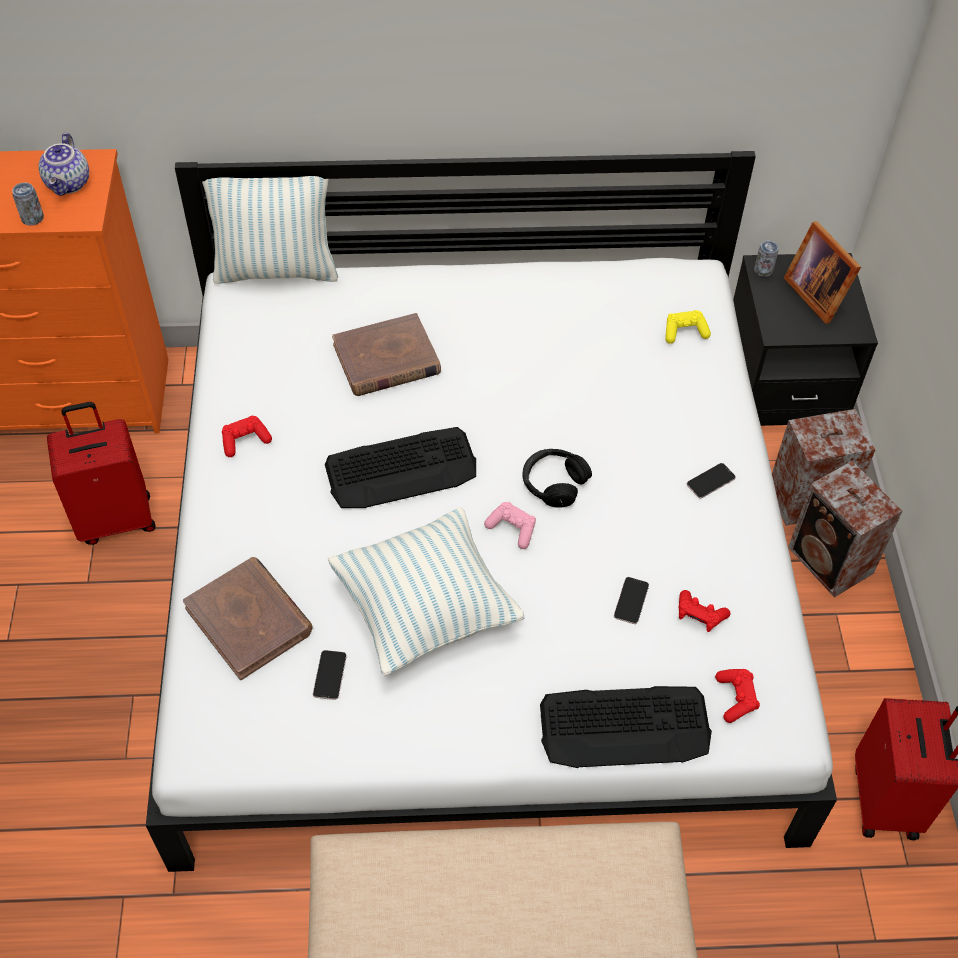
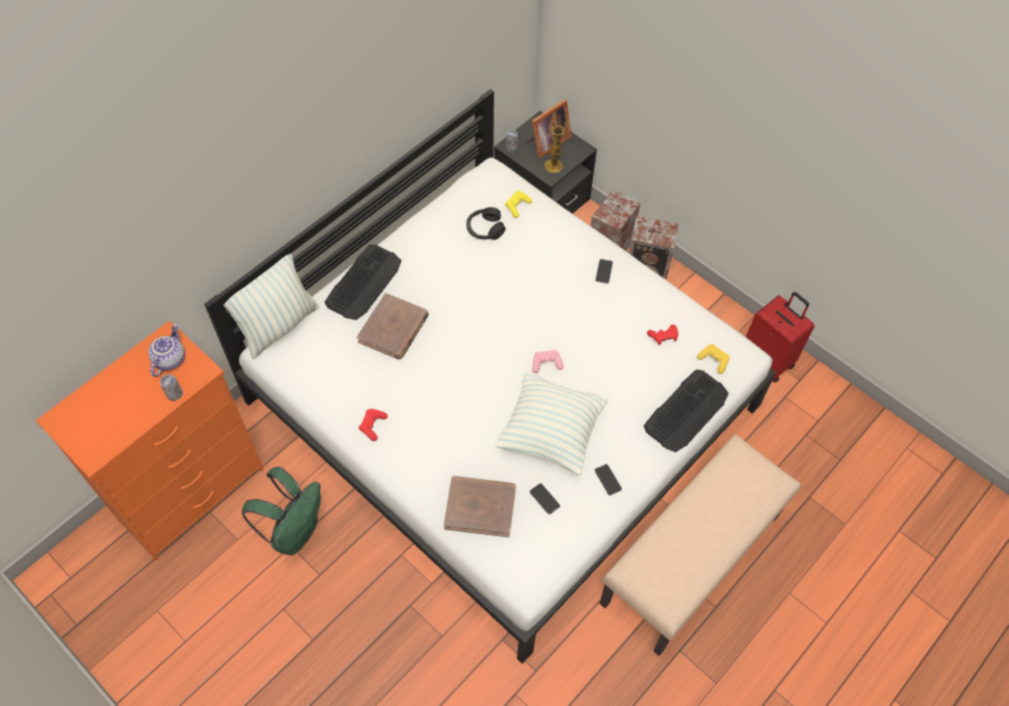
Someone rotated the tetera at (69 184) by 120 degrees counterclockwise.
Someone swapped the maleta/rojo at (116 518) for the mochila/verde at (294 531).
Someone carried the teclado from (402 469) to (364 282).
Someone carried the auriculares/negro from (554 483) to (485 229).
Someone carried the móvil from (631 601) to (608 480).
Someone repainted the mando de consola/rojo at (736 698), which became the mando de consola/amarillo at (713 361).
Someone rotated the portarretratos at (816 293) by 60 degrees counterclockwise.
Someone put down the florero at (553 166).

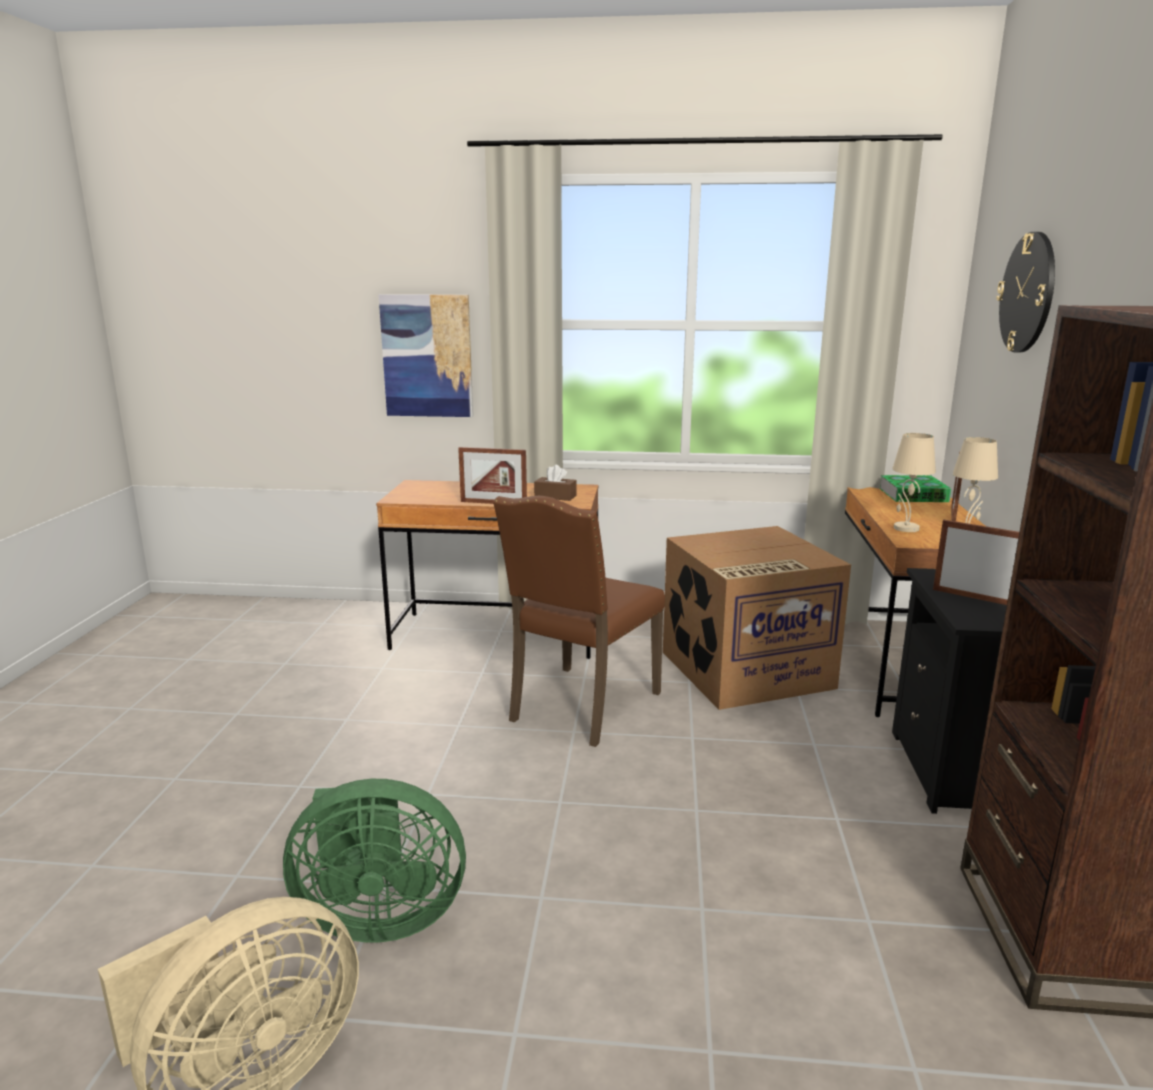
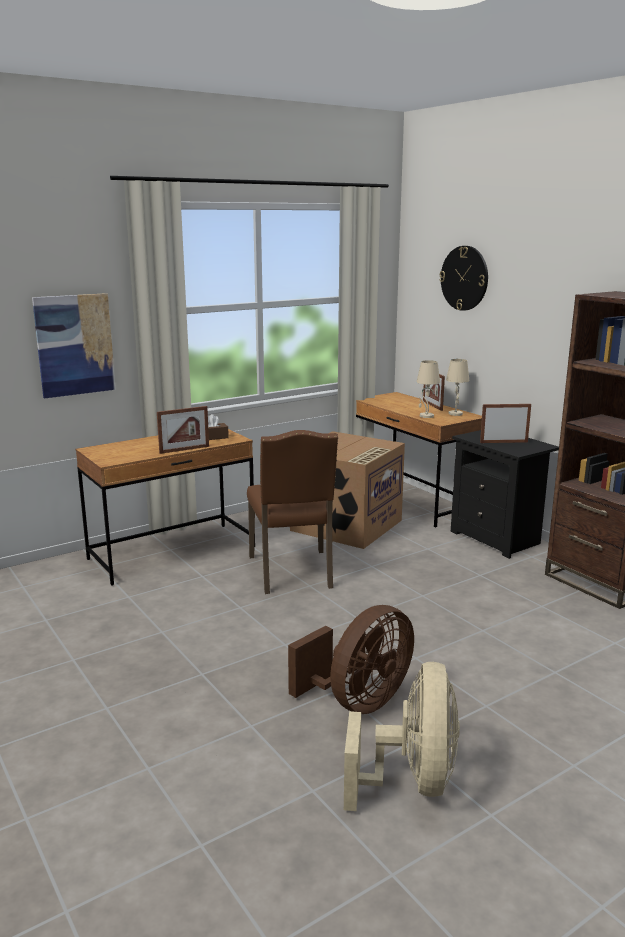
Someone repainted the ventilador/verde at (378 917), which became the ventilador/marrón at (358 701).
Someone took away the libro at (913 495).

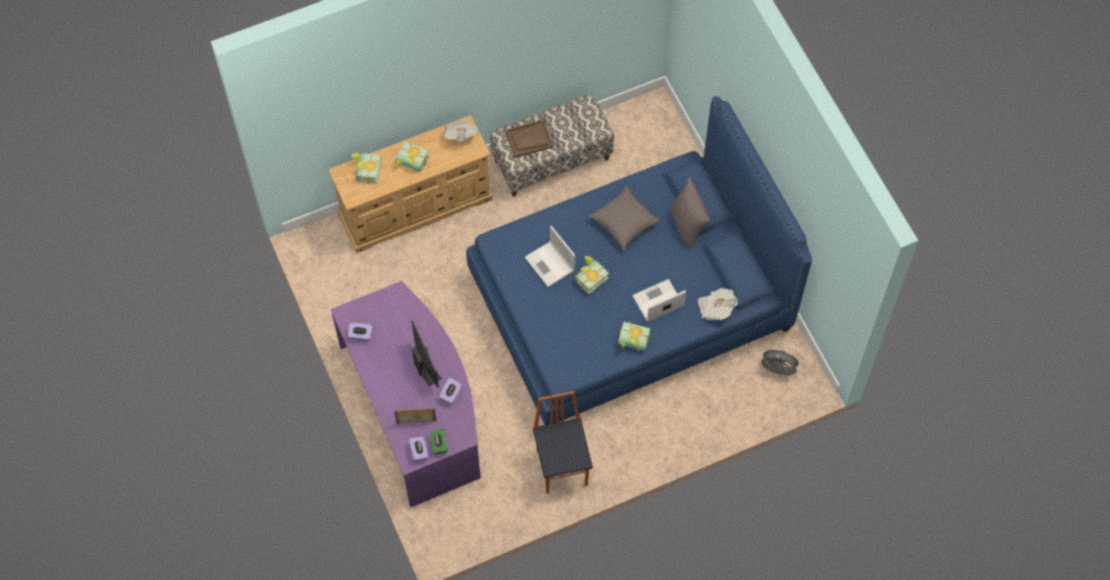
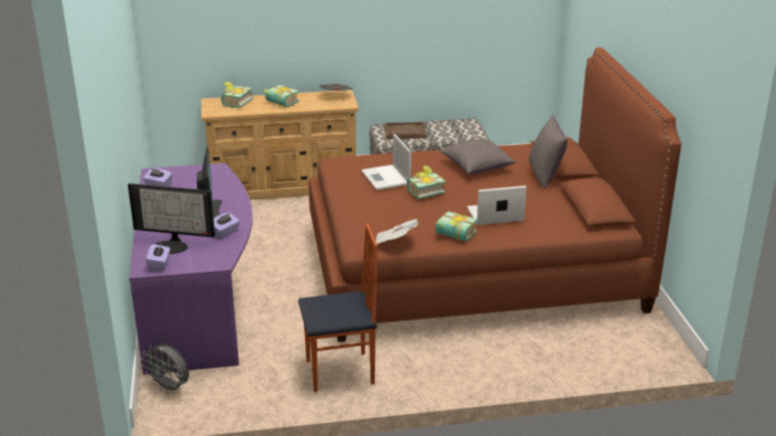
Someone swapped the portarretratos at (416 422) for the monitor at (172 245).
Someone took away the caja de pañuelos/verde at (439 445).
Someone repainted the cama/azul at (630 300), which became the cama/marrón at (472 267).
Someone rotated the silla at (563 467) by 75 degrees clockwise.
Someone carried the periódico from (715 308) to (395 242).
Someone carried the ventilador/gris from (777 370) to (170 388).

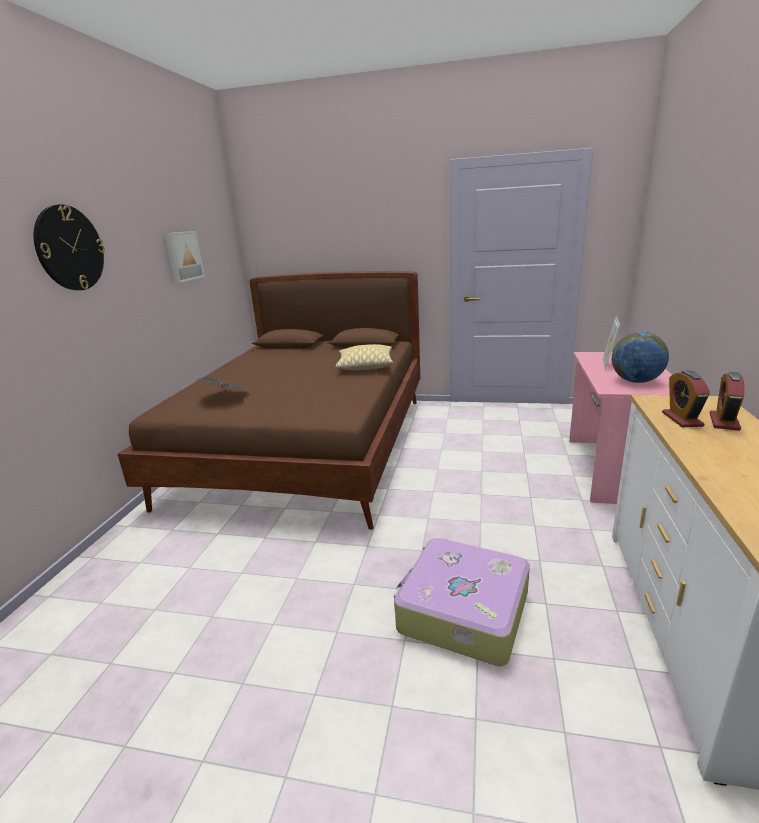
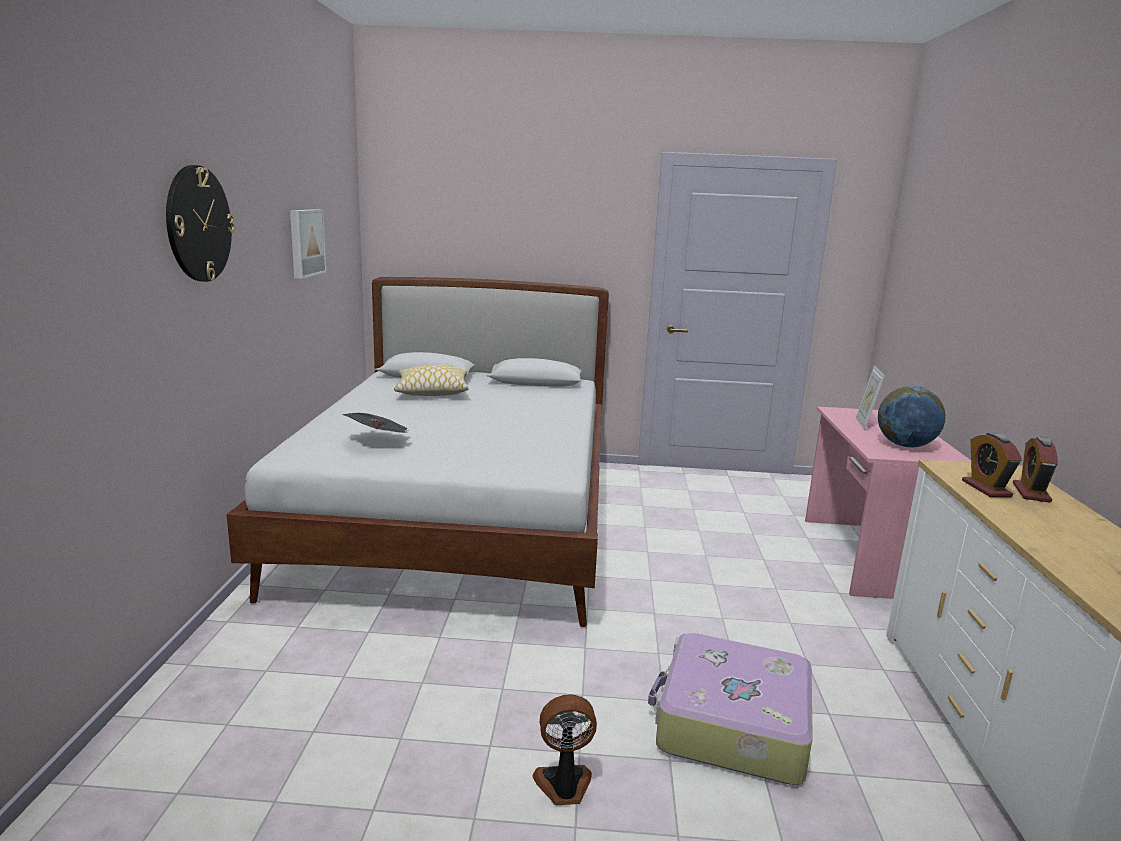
Someone repainted the cama/marrón at (309 448), which became the cama/blanco at (461 520).
Someone carried the cojín from (365 366) to (432 391).
Someone put down the ventilador at (564 786).

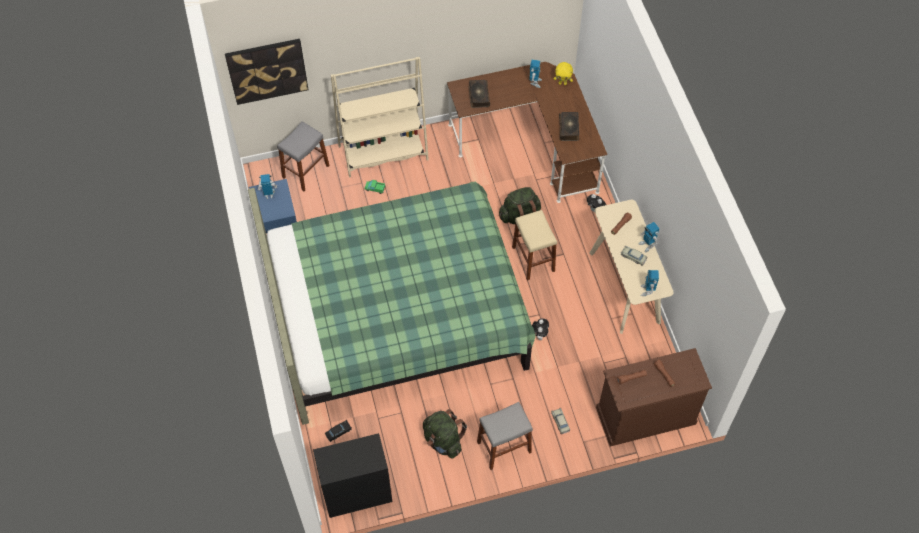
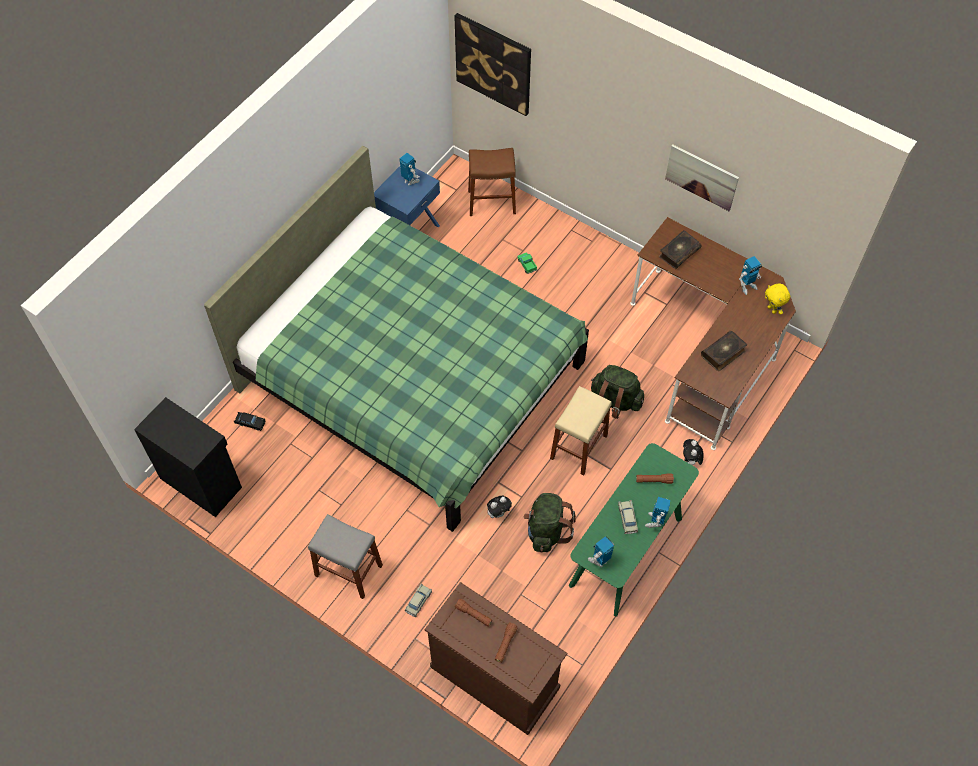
Someone repainted the taburete/gris at (305 171), which became the taburete/marrón at (491 202).
Someone took away the estantería/beis at (383 153).
Someone carried the mochila/verde from (443 441) to (546 530).
Someone repainted the mesa consola/beis at (625 287), which became the mesa consola/verde at (626 552).
Someone put up the cuadro at (701 177).

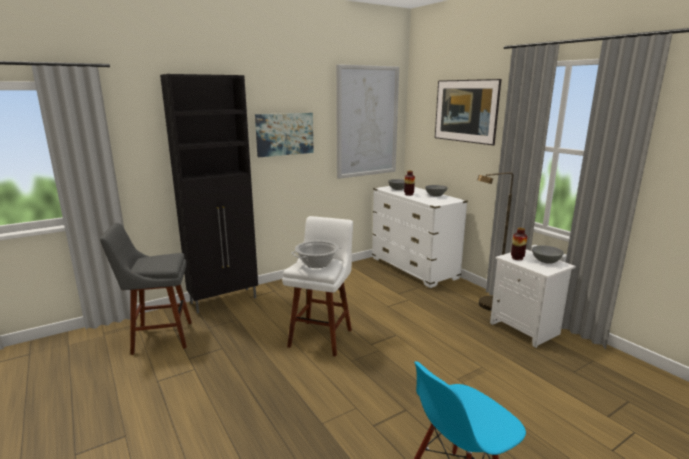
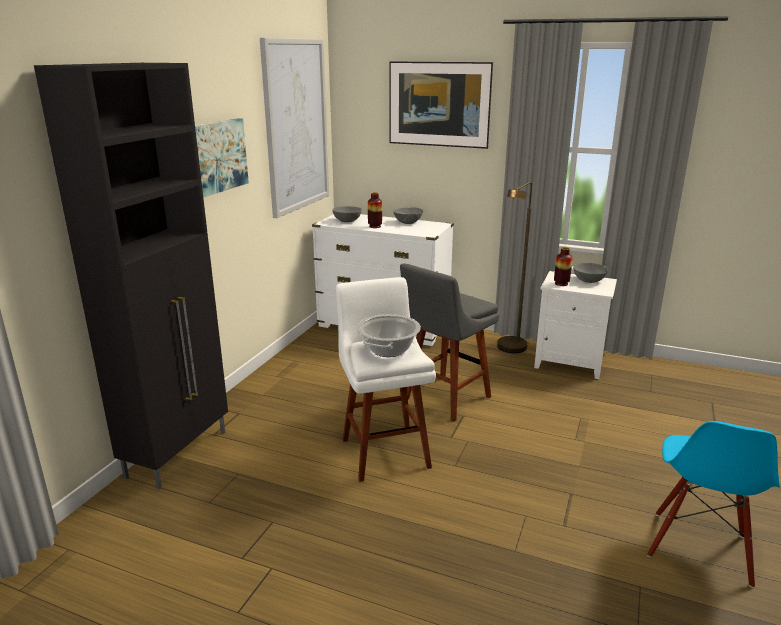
Someone carried the taburete/gris from (158 338) to (444 399).

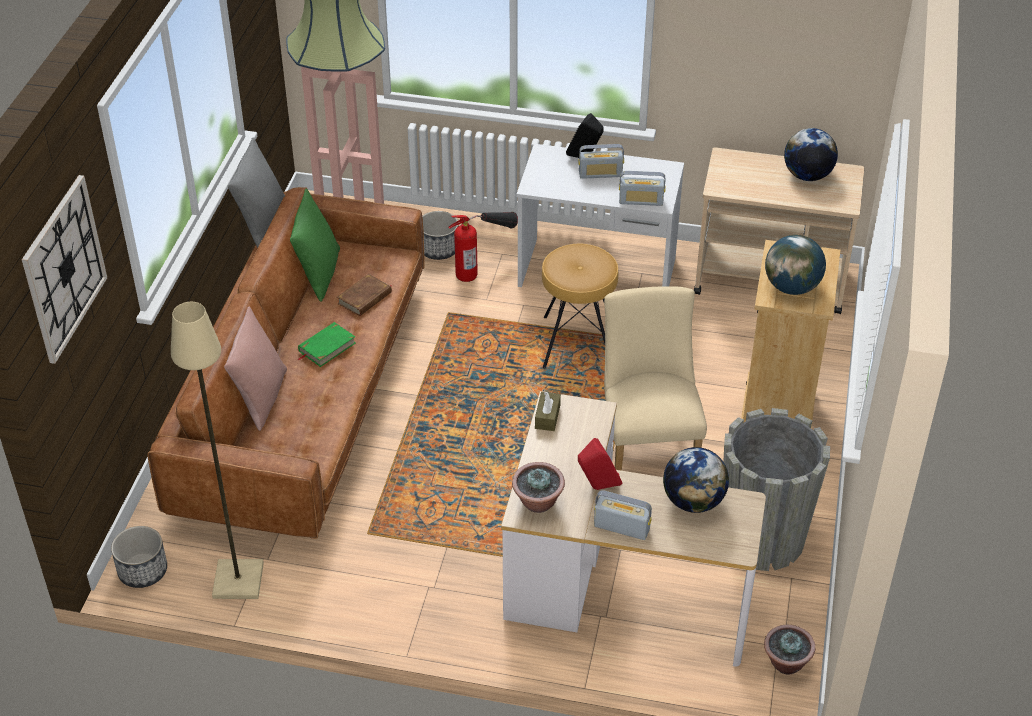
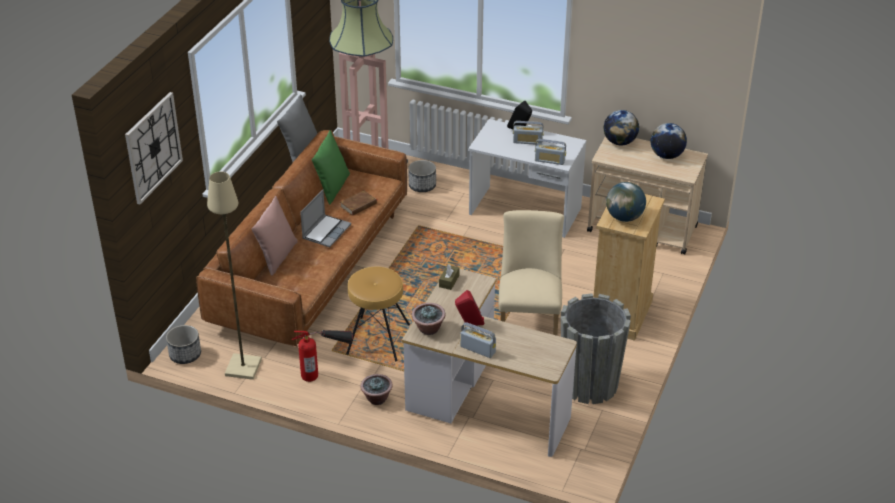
Someone swapped the libro/verde at (326 347) for the portátil at (326 231).
Someone carried the extintor from (483 267) to (324 371).
Someone carried the taburete/marrón from (577 343) to (377 339).
Someone carried the globo terráqueo from (693 501) to (620 142).
Someone carried the planta en maceta from (786 663) to (376 399).

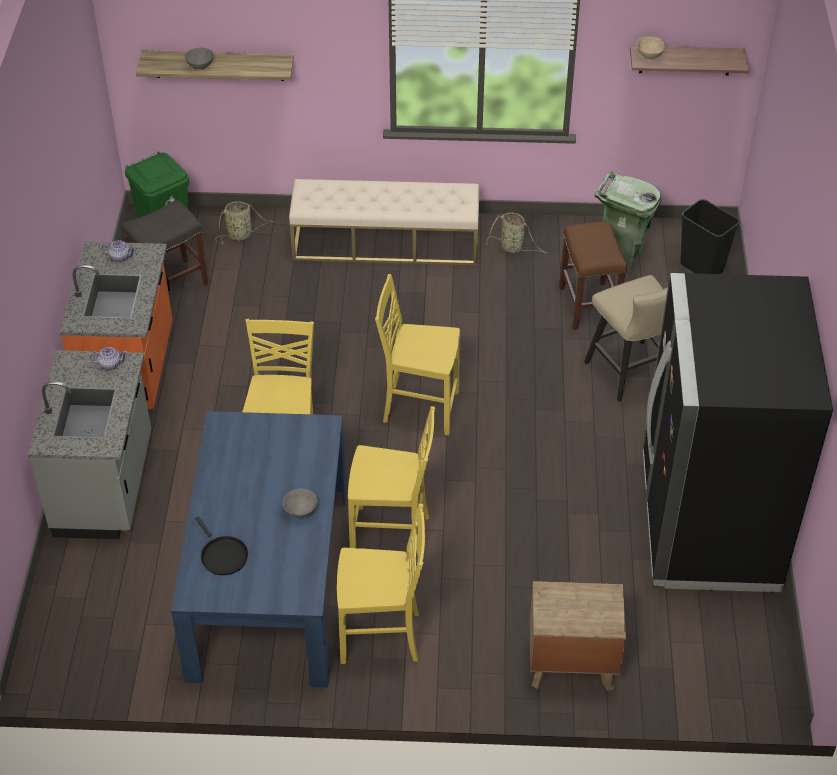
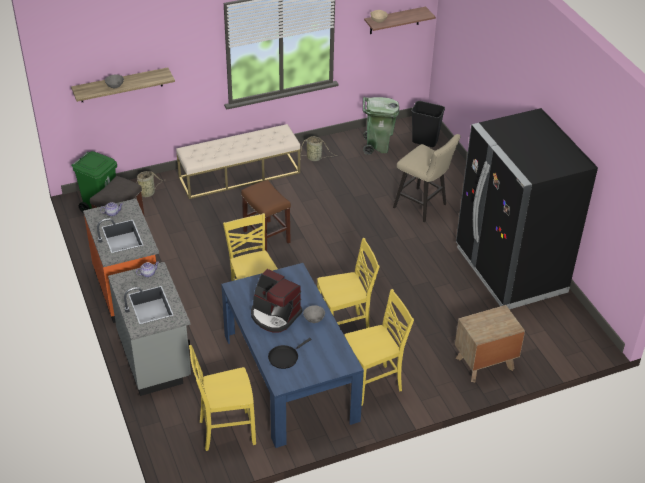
Someone rotated the sartén/negro at (222 555) by 105 degrees clockwise.
Someone carried the silla/amarillo from (419 408) to (225 431).
Someone carried the taburete/marrón from (588 305) to (266 236).
Someone put down the cafetera at (274 315).

